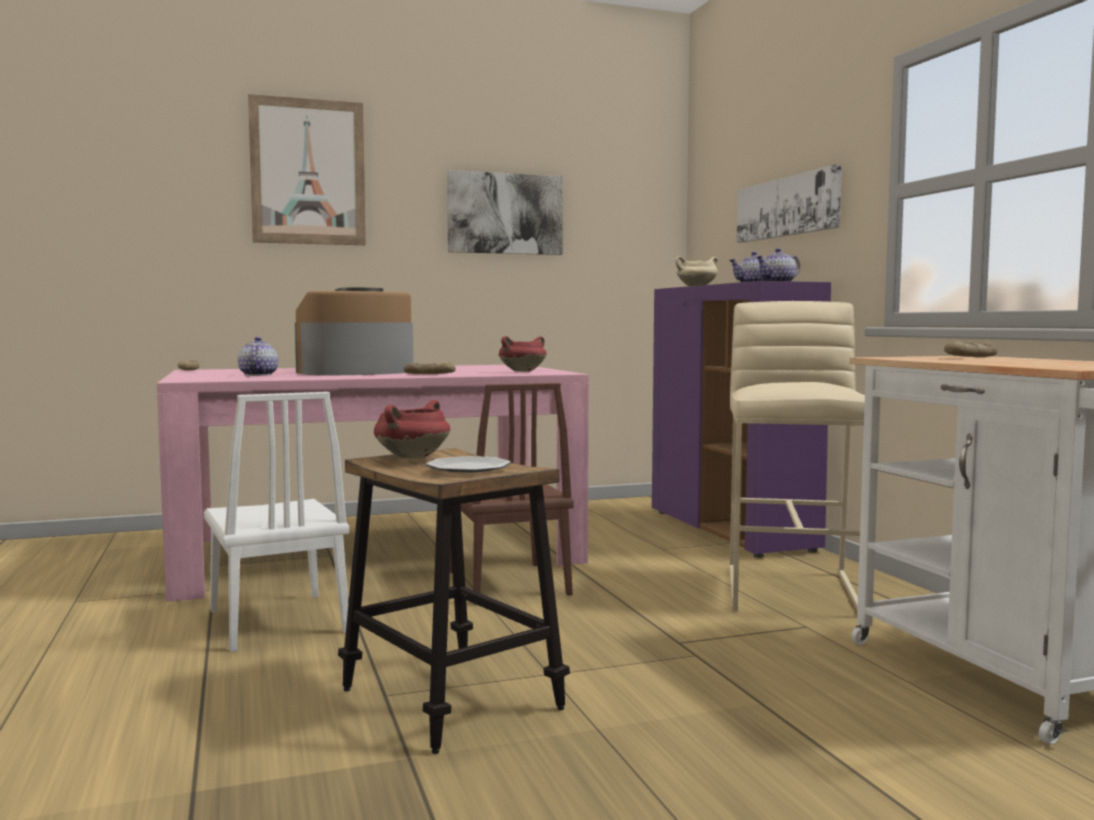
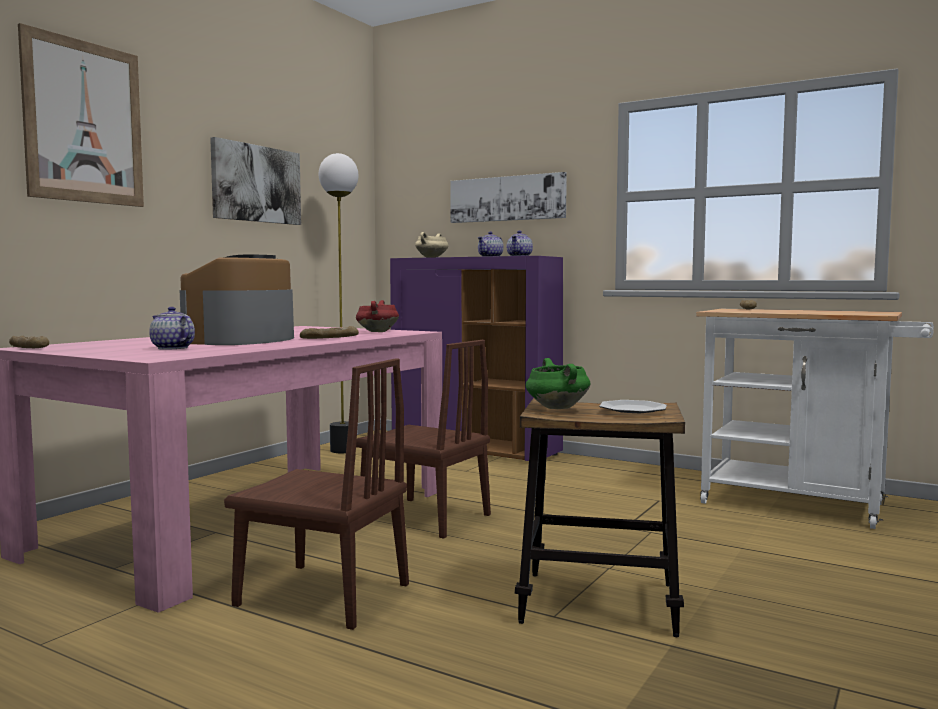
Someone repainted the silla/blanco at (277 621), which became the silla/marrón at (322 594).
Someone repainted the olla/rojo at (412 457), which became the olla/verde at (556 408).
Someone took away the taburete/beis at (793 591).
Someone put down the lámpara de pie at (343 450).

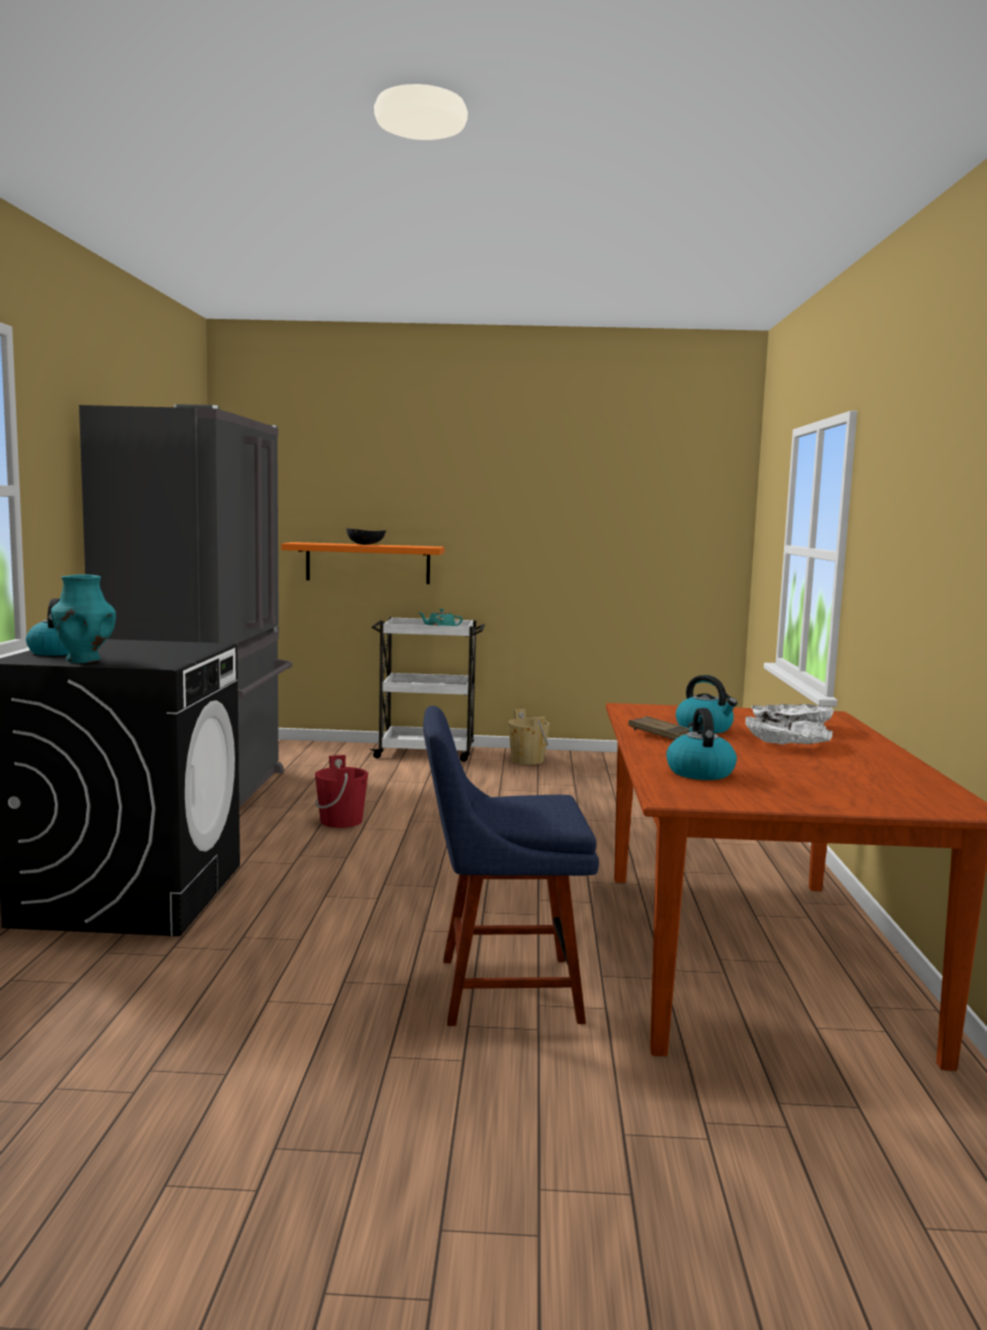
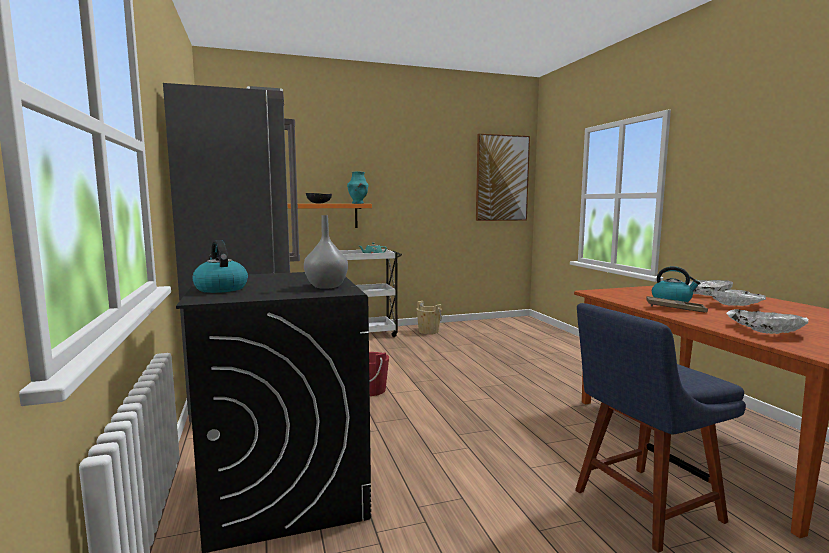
Someone carried the florero/turquesa from (83 660) to (358 203).
Someone swapped the hervidor at (699 772) for the cuenco/blanco at (765 330).
Someone put down the florero/gris at (327 286).
Someone put up the cuadro at (502 178).

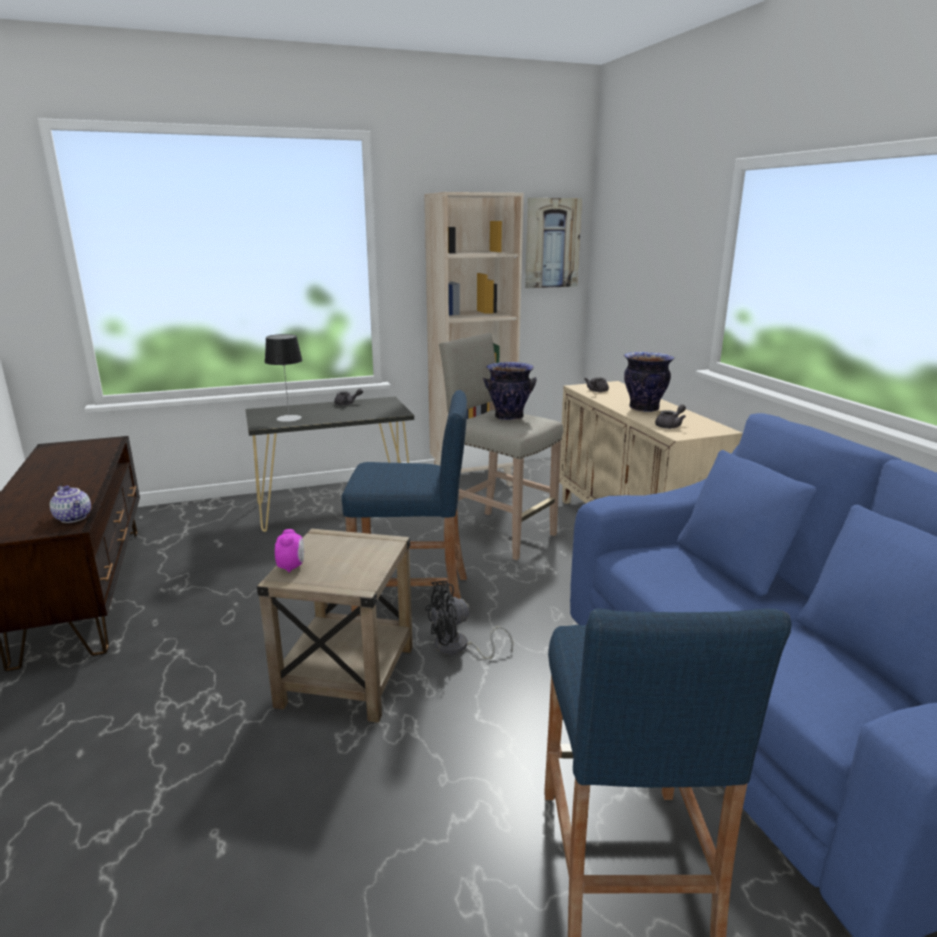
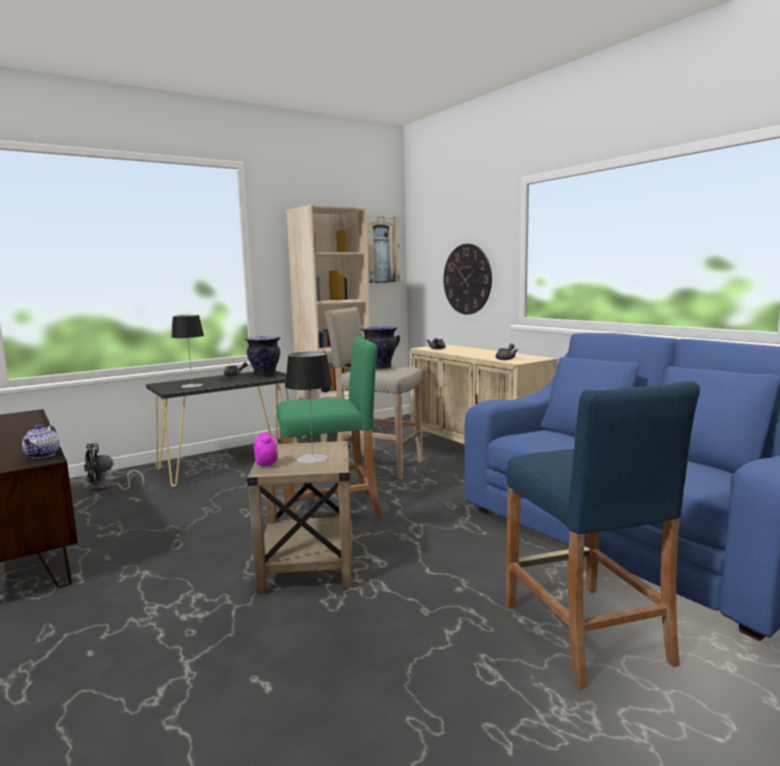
Someone rotated the tetera at (74 518) by 60 degrees clockwise.
Someone repainted the taburete/azul at (412 597), which became the taburete/verde at (331 511).
Someone carried the ventilador/negro from (458 648) to (107 488).
Someone carried the florero from (644 409) to (265 376).
Someone put down the lámpara de mesa at (312 458).
Someone put up the reloj de pared at (467 279).

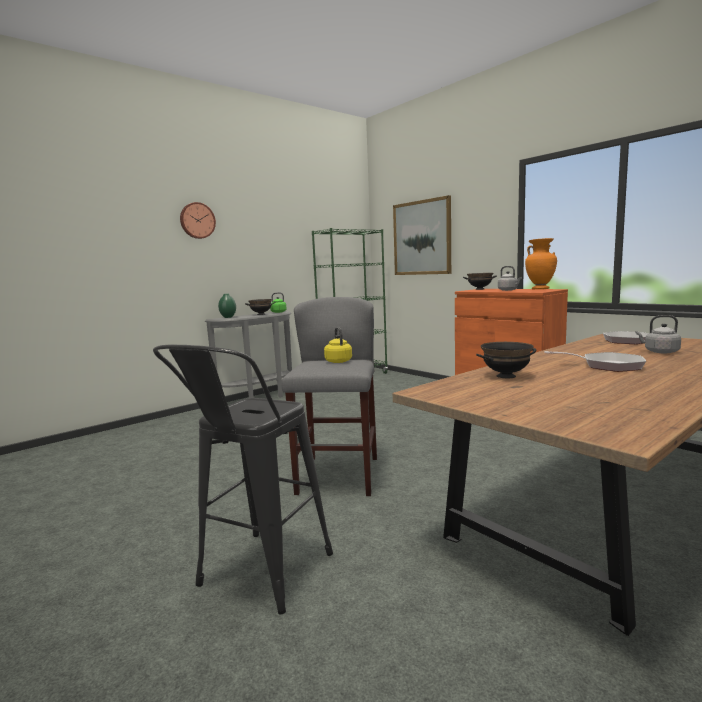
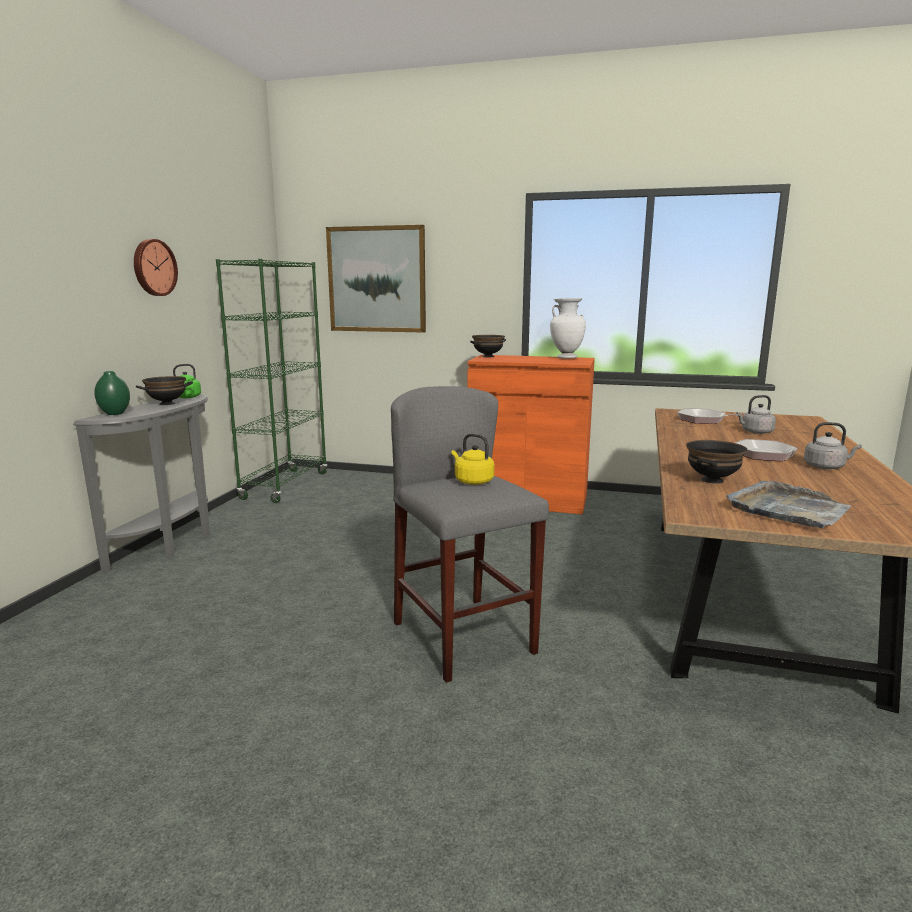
Someone took away the taburete/negro at (257 578).
Someone carried the reloj de pared from (197 220) to (153 267).
Someone carried the hervidor/gris from (508 290) to (826 467).
Someone repainted the florero/naranja at (540 289), which became the florero/blanco at (566 358).
Someone put down the bandeja/gris at (788 509).

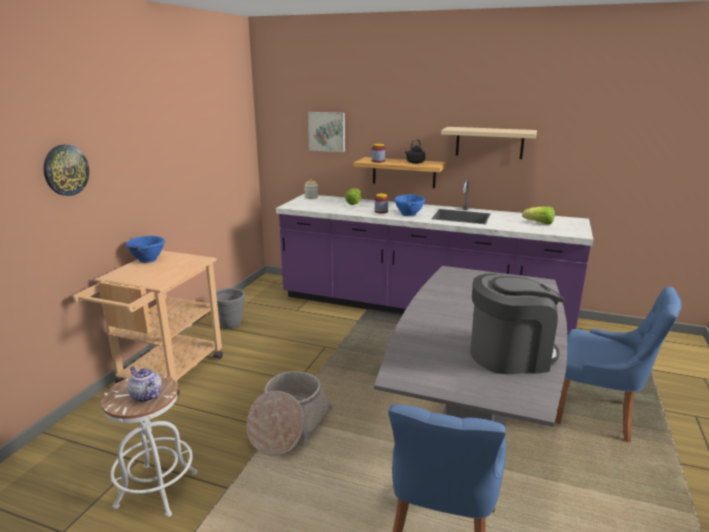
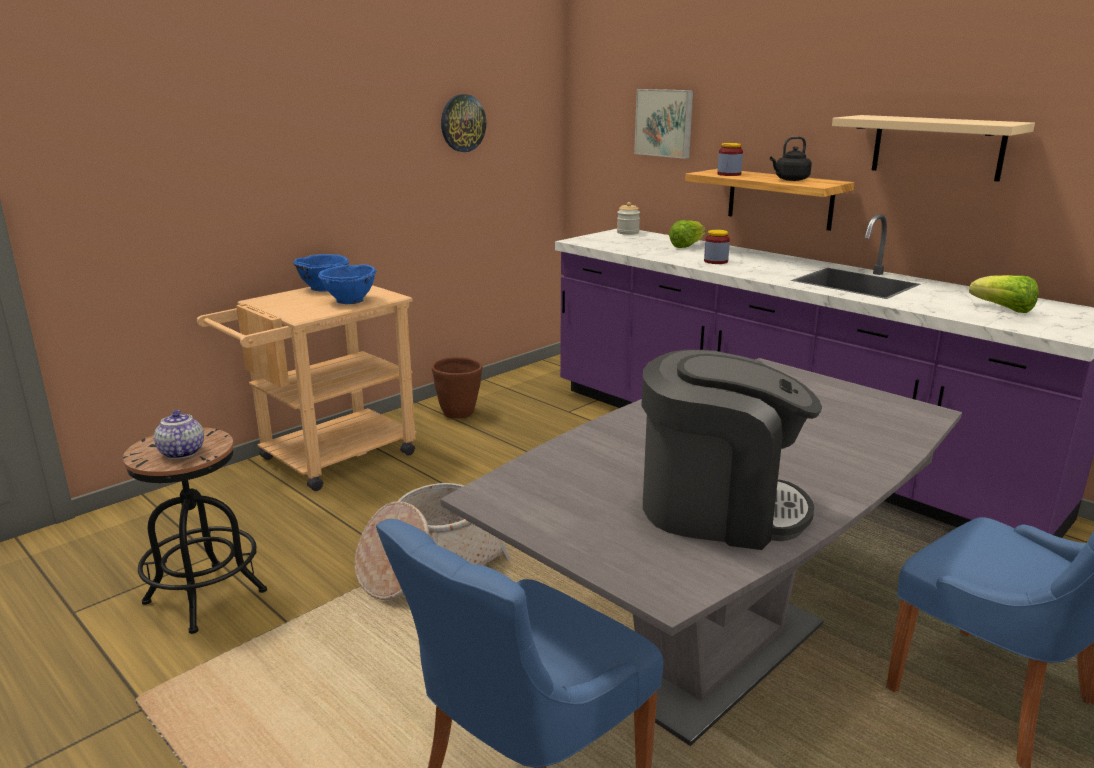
Someone carried the reloj de pared from (65 170) to (462 123).
Someone repainted the taburete/blanco at (157 489), which became the taburete/negro at (205 597).
Someone repainted the maceta/gris at (231 325), which became the maceta/marrón at (459 414).
Someone carried the cuenco/azul from (409 214) to (350 301).

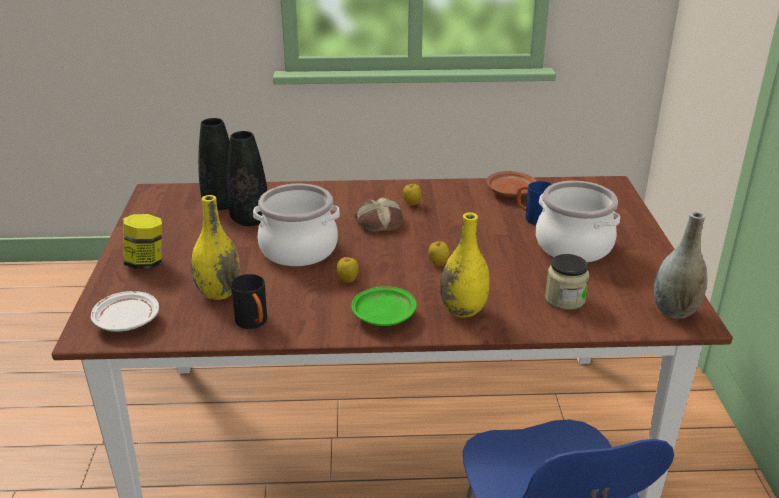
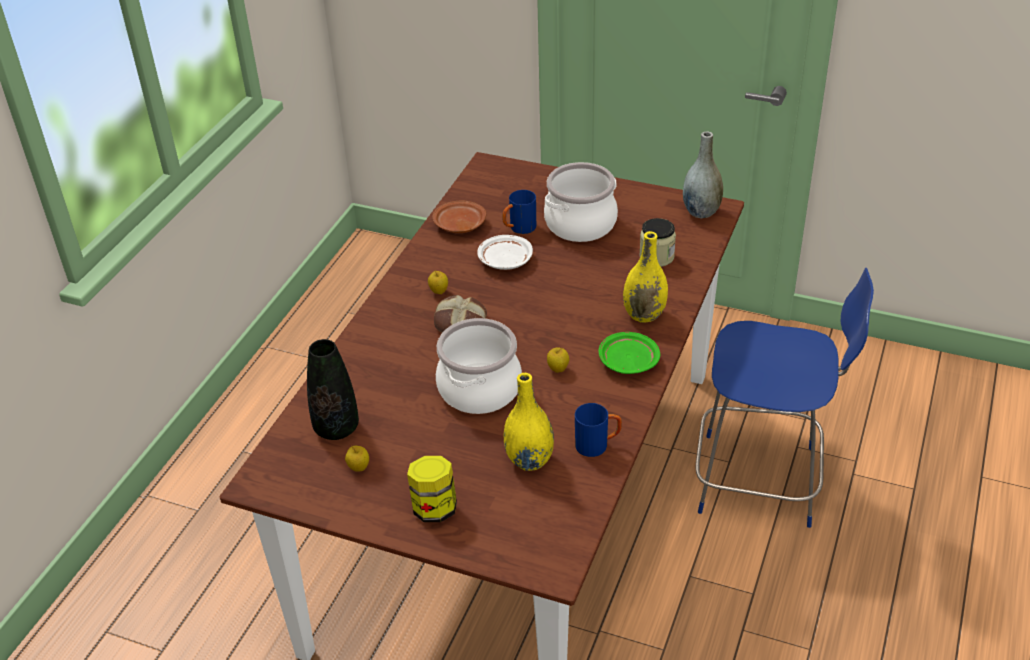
Someone carried the plato/blanco from (126 321) to (505 260).
Someone took away the florero/negro at (250 220).
Someone repainted the taza grande/negro at (254 323), which became the taza grande/azul at (597 445).
Someone carried the manzana from (438 264) to (359 468).

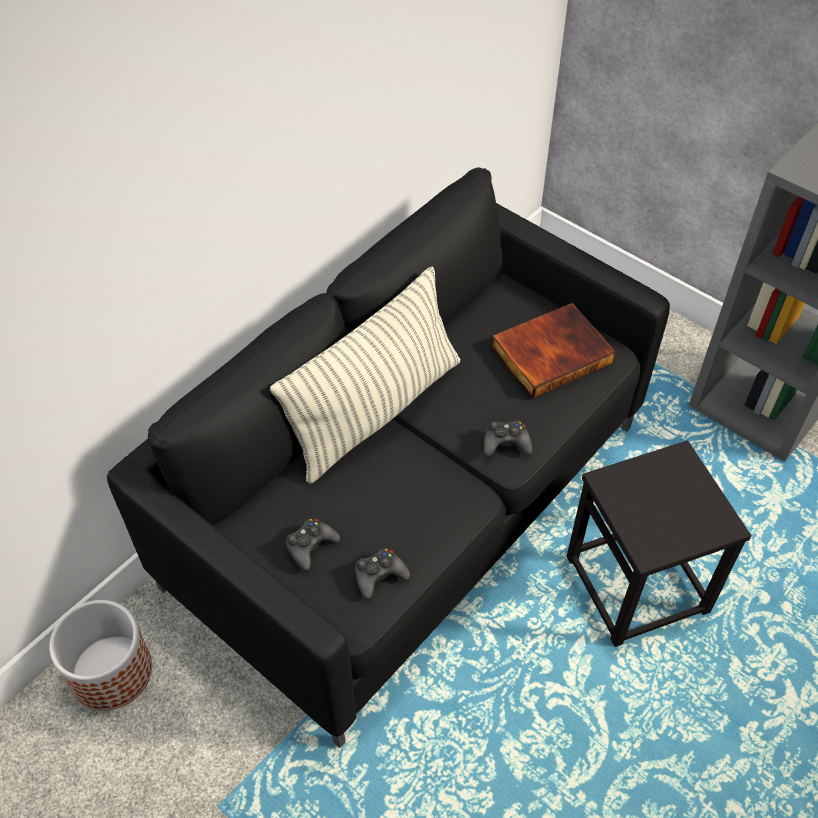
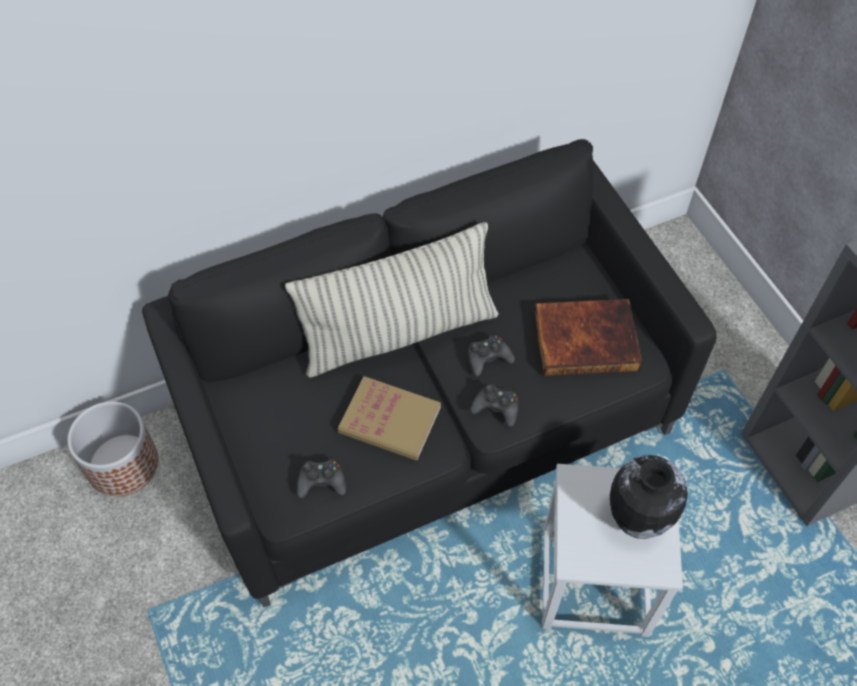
Someone carried the mando de consola/negro from (310 546) to (488 358).
Someone repainted the taburete/negro at (638 584), which became the taburete/blanco at (595 581).
Someone put down the libro at (390 420).
Someone put down the florero at (636 519).

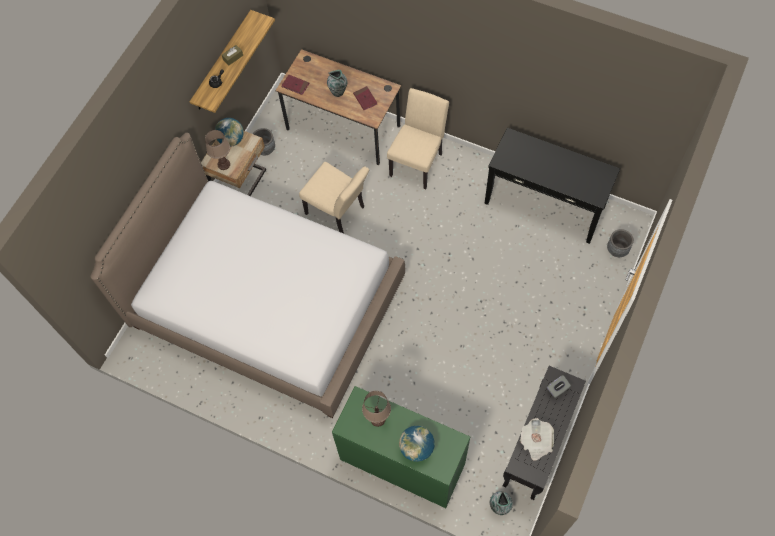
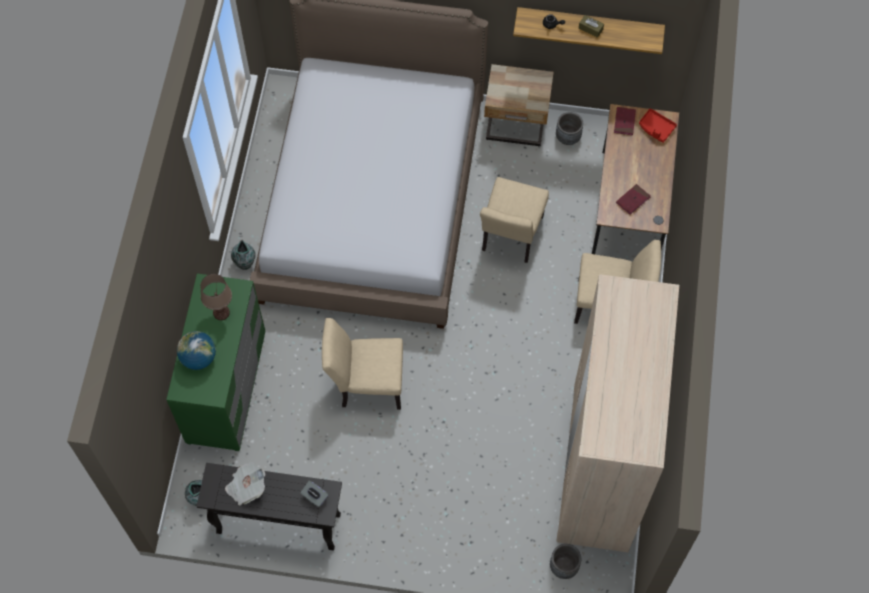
Someone took away the lámpara de mesa/marrón at (224 164).
Someone took away the globo terráqueo at (231 140).
Someone carried the florero from (338 92) to (245 263).
Someone swapped the mesa consola/negro at (544 204) for the armario ropero/beis at (600 465).
Someone put down the silla/beis at (366 384).
Someone put down the bandeja/rojo at (656 128).

